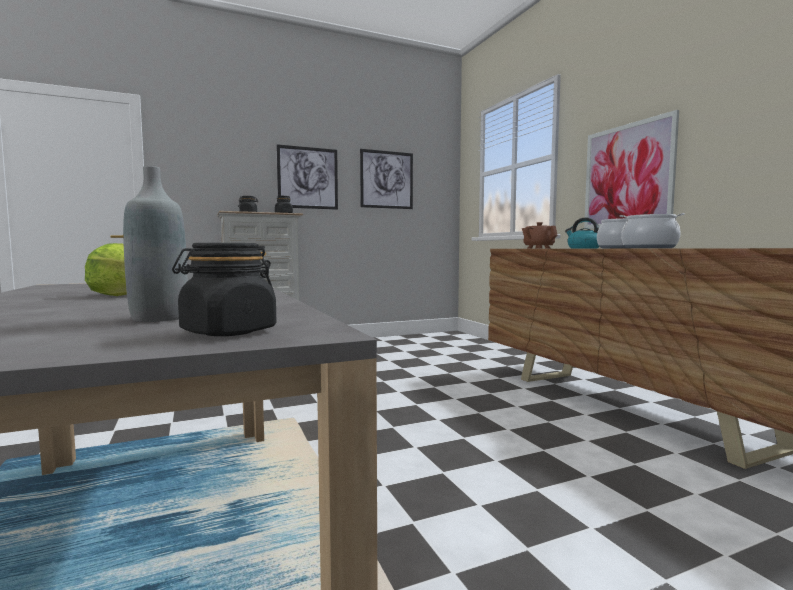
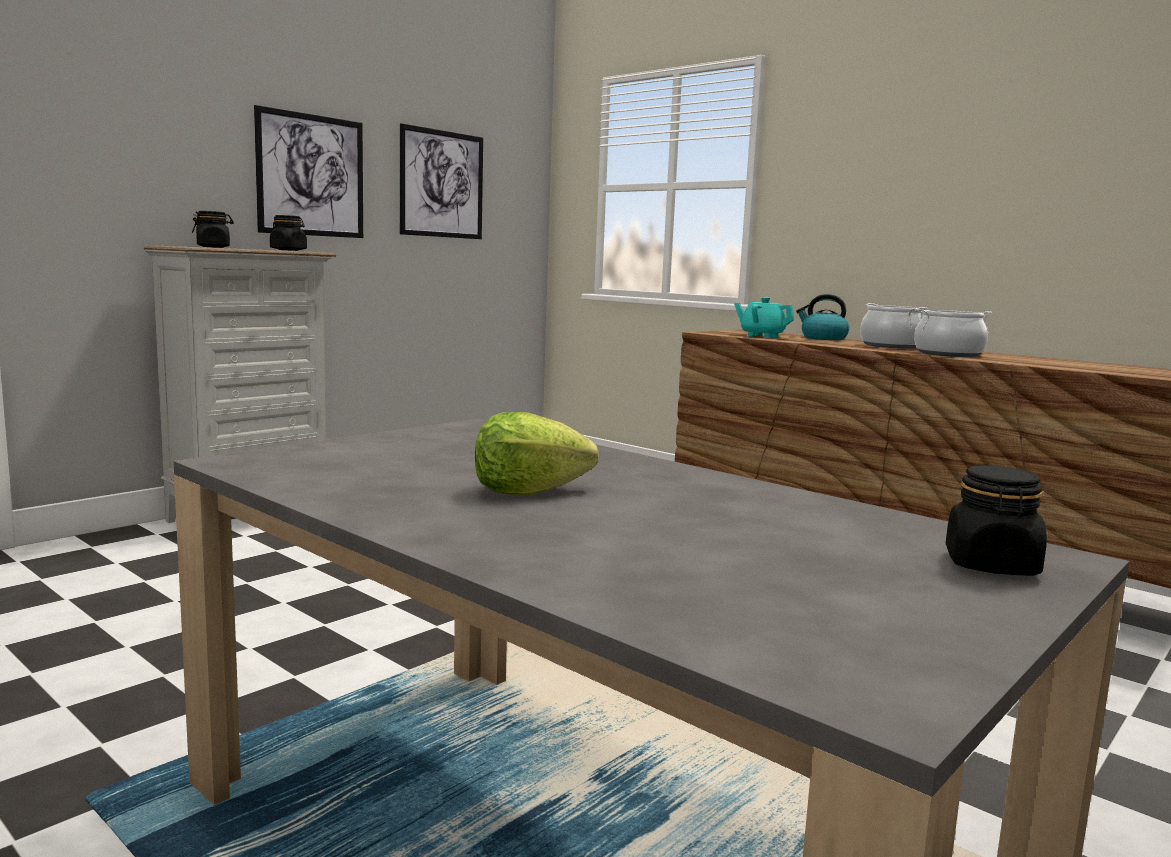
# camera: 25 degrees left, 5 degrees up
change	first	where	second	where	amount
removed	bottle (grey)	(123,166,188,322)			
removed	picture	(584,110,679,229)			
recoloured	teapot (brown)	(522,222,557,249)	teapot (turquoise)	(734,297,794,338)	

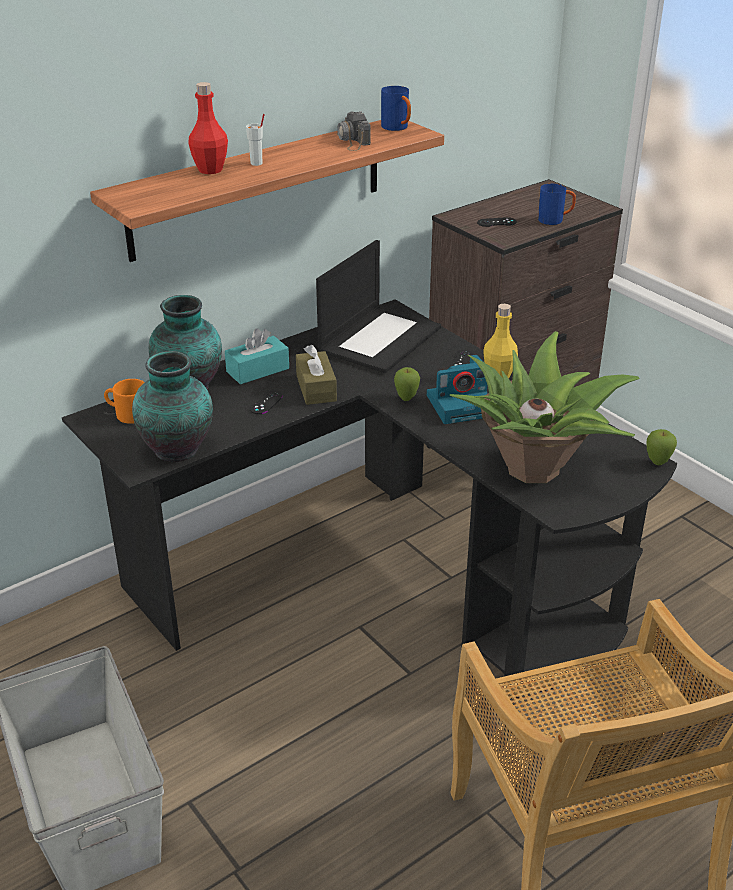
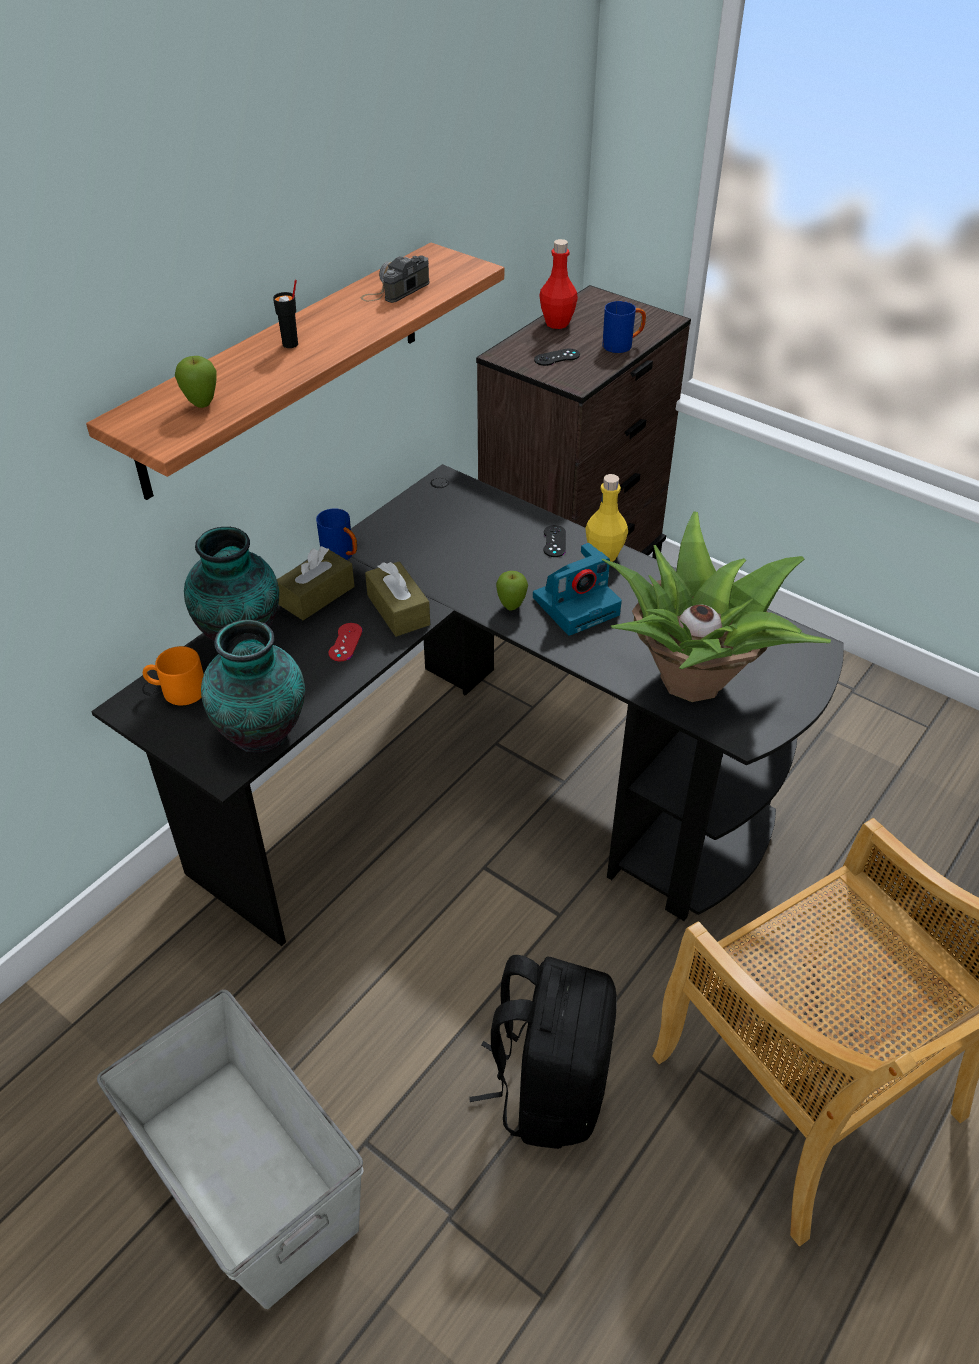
# camera: 15 degrees left, 10 degrees up
change	first	where	second	where	amount
removed	laptop	(316,240,441,373)			
added			backpack (black)	(469,955,617,1149)	
moved	bottle (red)	(188,82,228,174)		(539,239,578,329)	
moved	mug (blue)	(381,86,411,131)		(316,508,357,560)	
moved	apple	(647,429,677,465)		(175,356,217,408)	
recoloured	tissue box (turquoise)	(225,328,289,384)	tissue box (brown)	(277,546,354,620)	
recoloured	cup (white)	(246,114,265,166)	cup (black)	(273,280,298,348)	
recoloured	game controller (black)	(250,391,283,414)	game controller (red)	(328,623,362,661)	
turned	photo camera	(337,111,371,151)		(361,255,430,303)	75 degrees clockwise

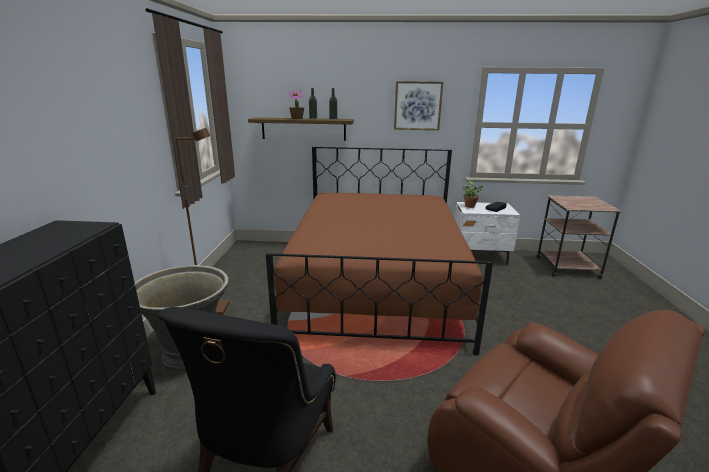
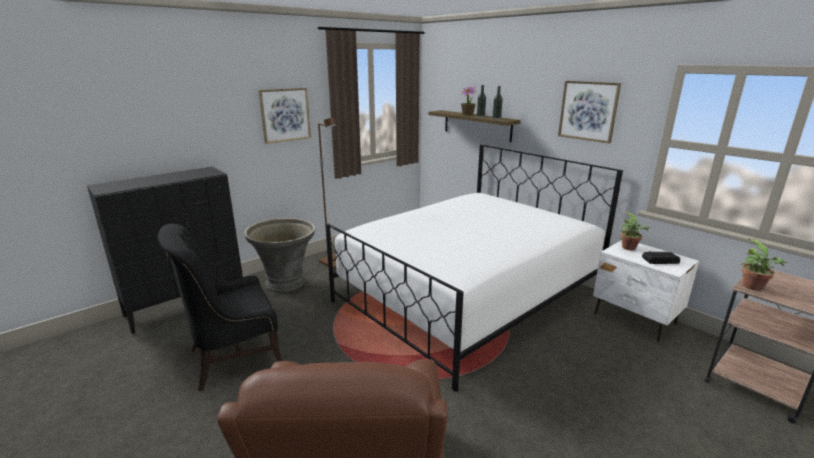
# camera: 45 degrees right, 0 degrees up
change	first	where	second	where	amount
added			picture	(258,88,311,144)	
added			potted plant	(740,239,787,291)	
recoloured	bed (brown)	(266,147,493,355)	bed (white)	(325,144,623,392)	

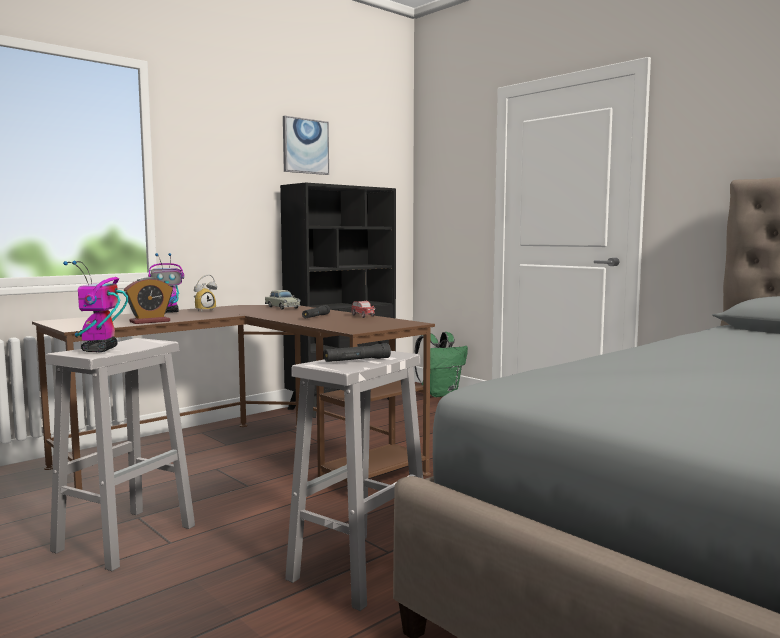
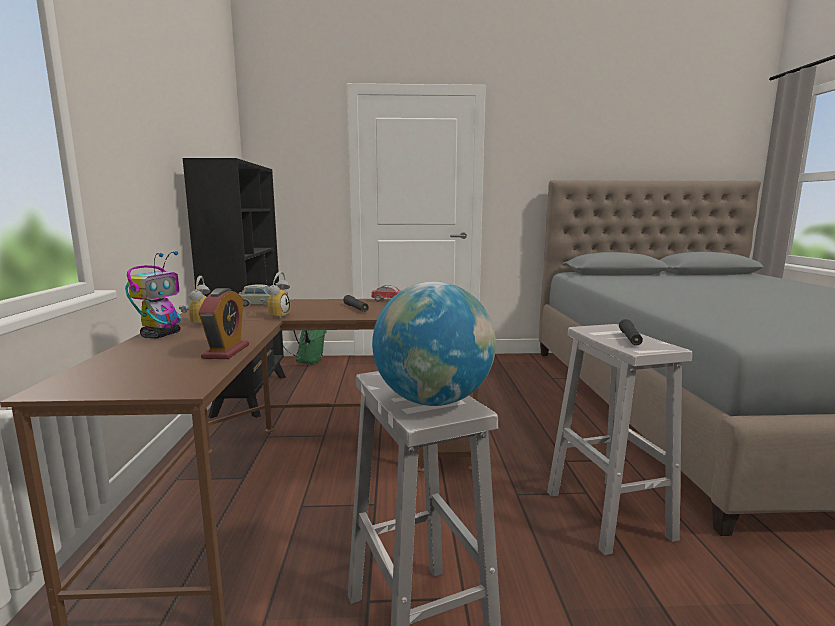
# camera: 50 degrees left, 5 degrees up
change	first	where	second	where	amount
removed	picture	(283,116,329,175)			
added			alarm clock	(260,272,290,319)	
replaced	toy robot	(63,261,128,352)	globe	(372,281,496,406)	

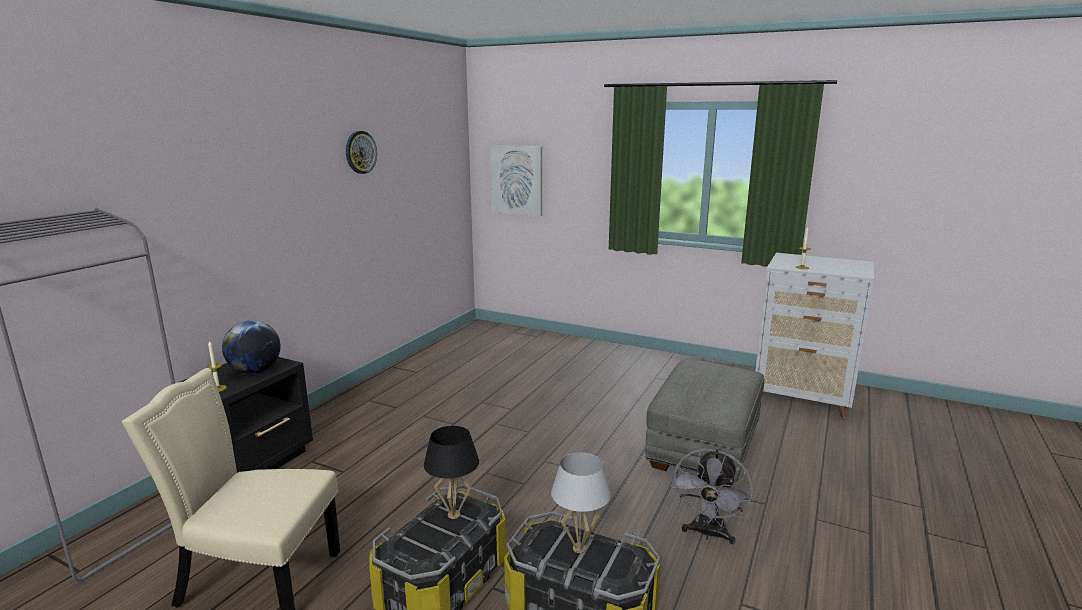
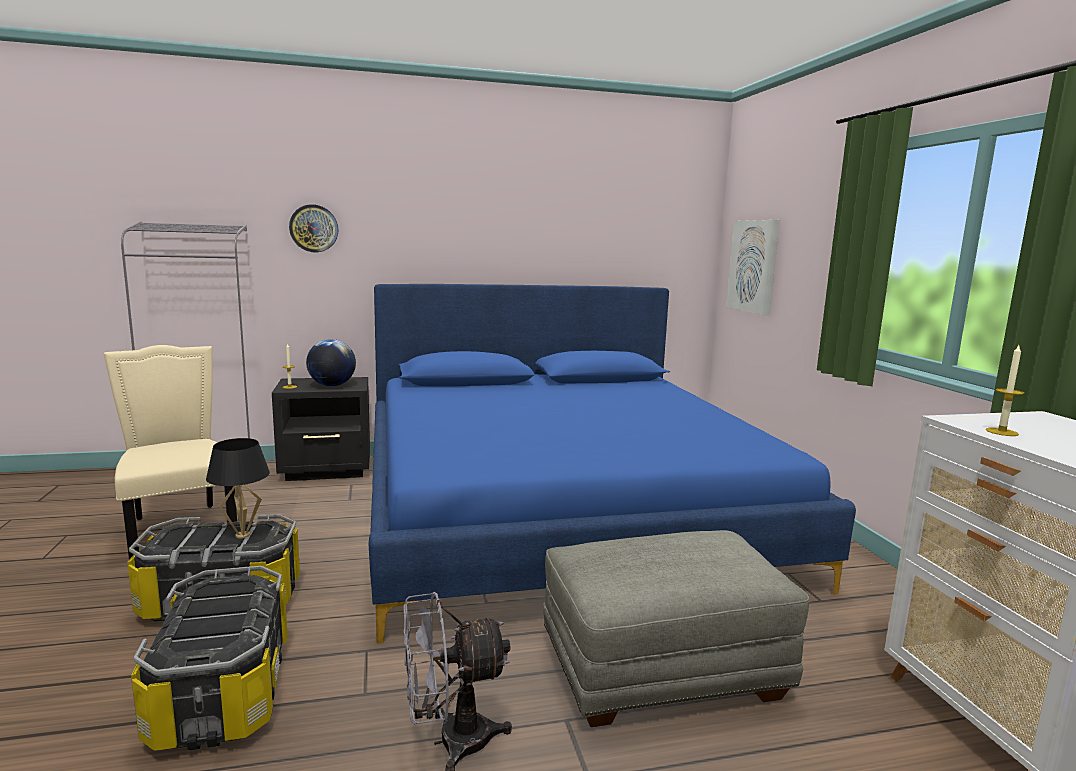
# camera: 50 degrees right, 5 degrees down
change	first	where	second	where	amount
removed	table lamp (white)	(551,452,611,553)			
added			bed (blue)	(369,284,856,643)	
moved	wall clock	(346,131,377,174)		(289,204,339,252)	

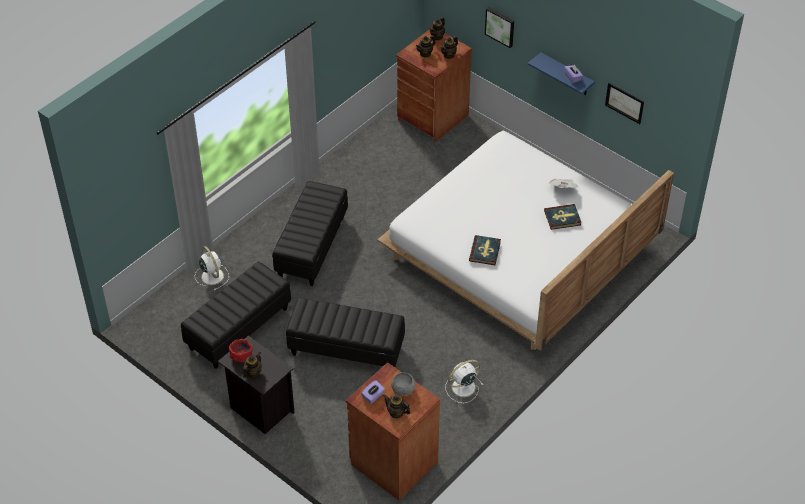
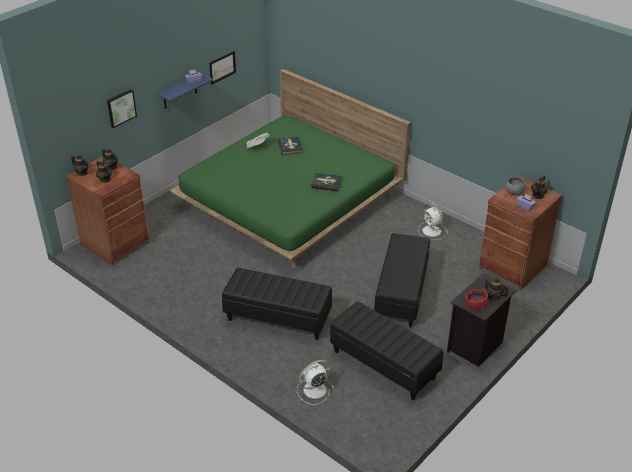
# camera: 90 degrees left, 10 degrees down
change	first	where	second	where	amount
recoloured	bed (white)	(377,131,674,350)	bed (green)	(170,69,411,268)	

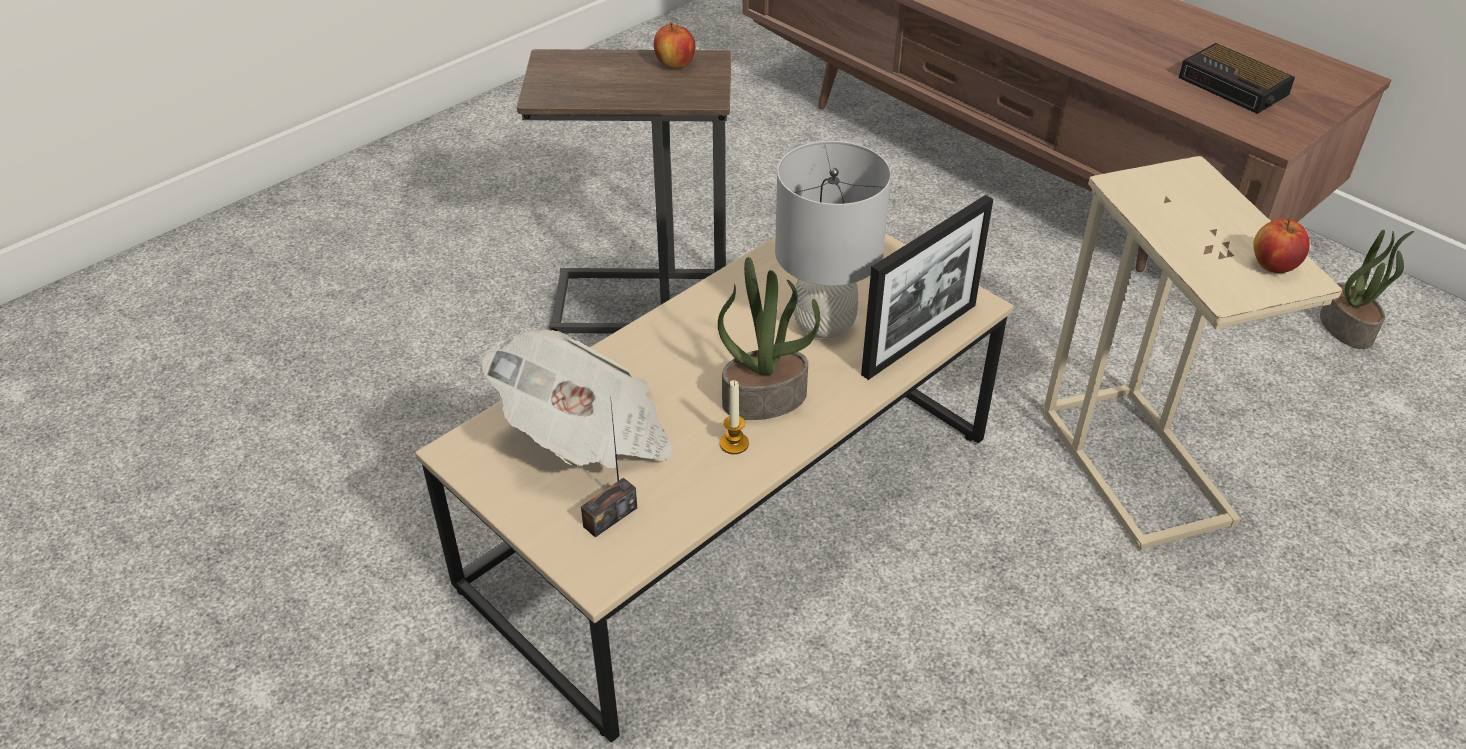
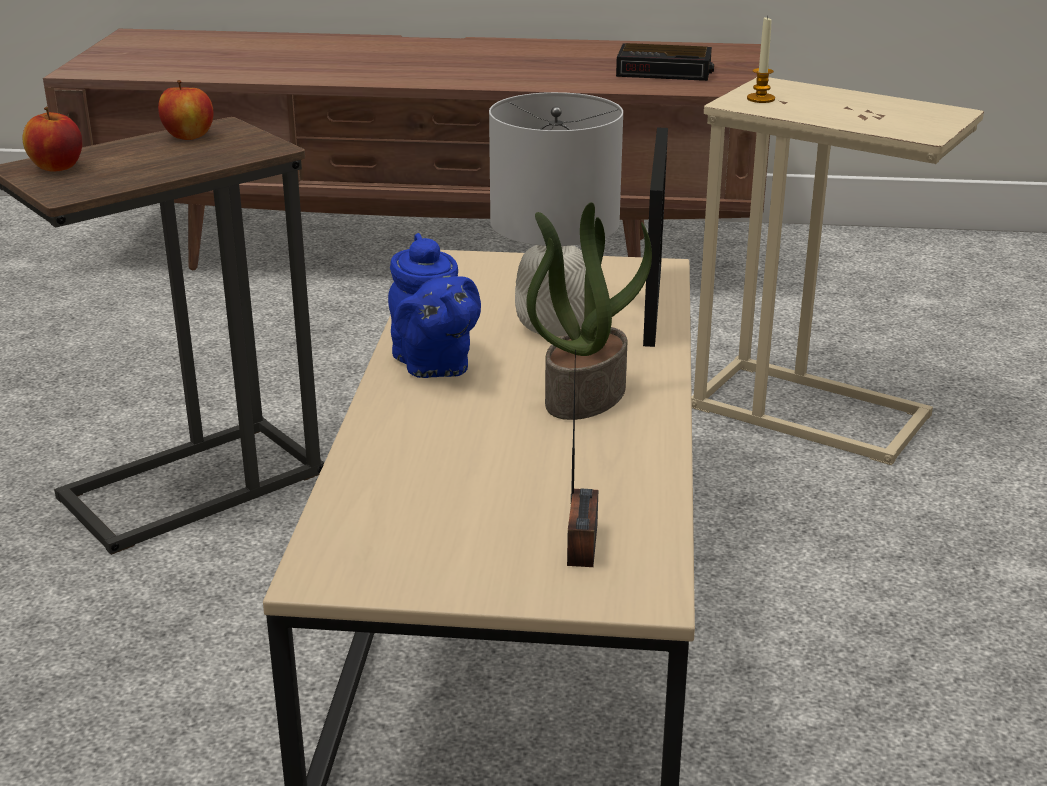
# camera: 40 degrees left, 15 degrees down
change	first	where	second	where	amount
removed	newspaper	(482,330,674,469)			
removed	potted plant	(1320,230,1414,349)			
added			teapot (blue)	(388,233,481,378)	
moved	candle	(720,380,749,454)		(747,17,775,103)	
moved	apple	(1253,218,1310,273)		(22,106,82,172)	

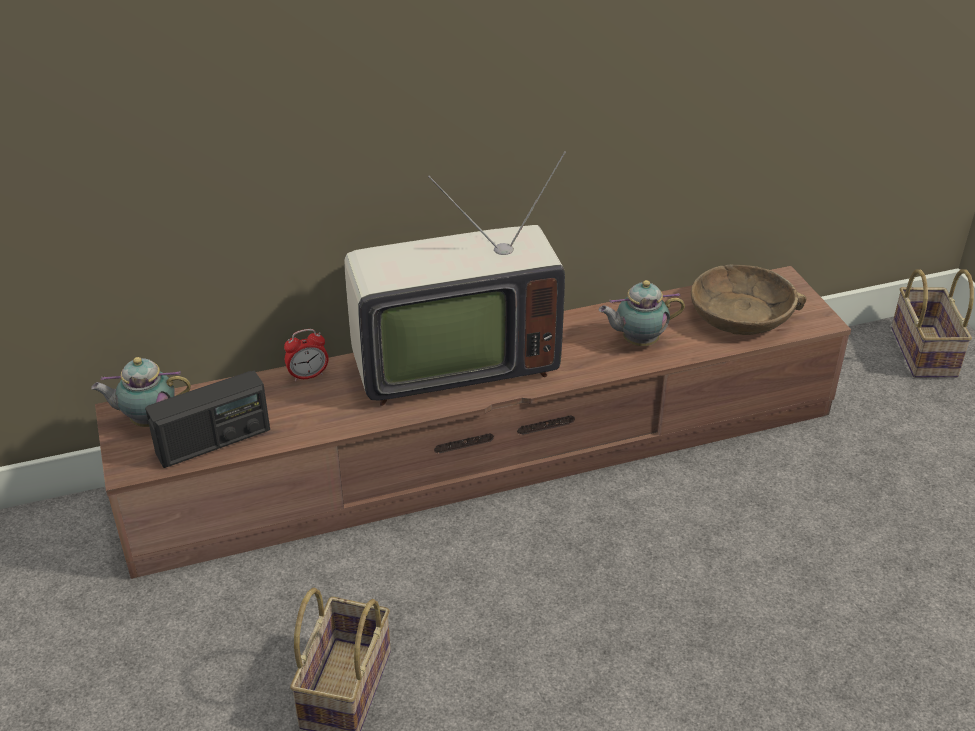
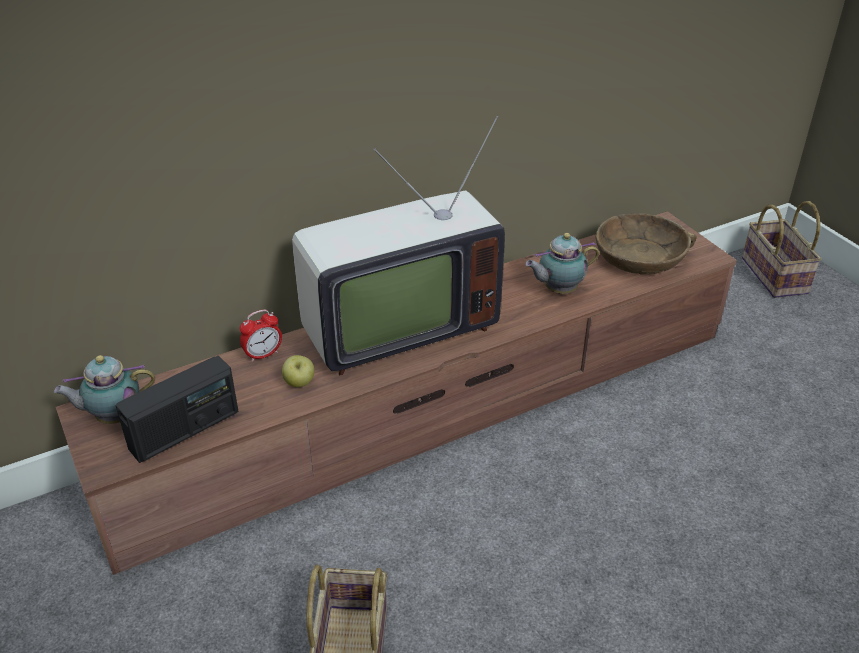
# camera: 10 degrees left, 0 degrees up
change	first	where	second	where	amount
added			apple	(282,355,315,387)	

